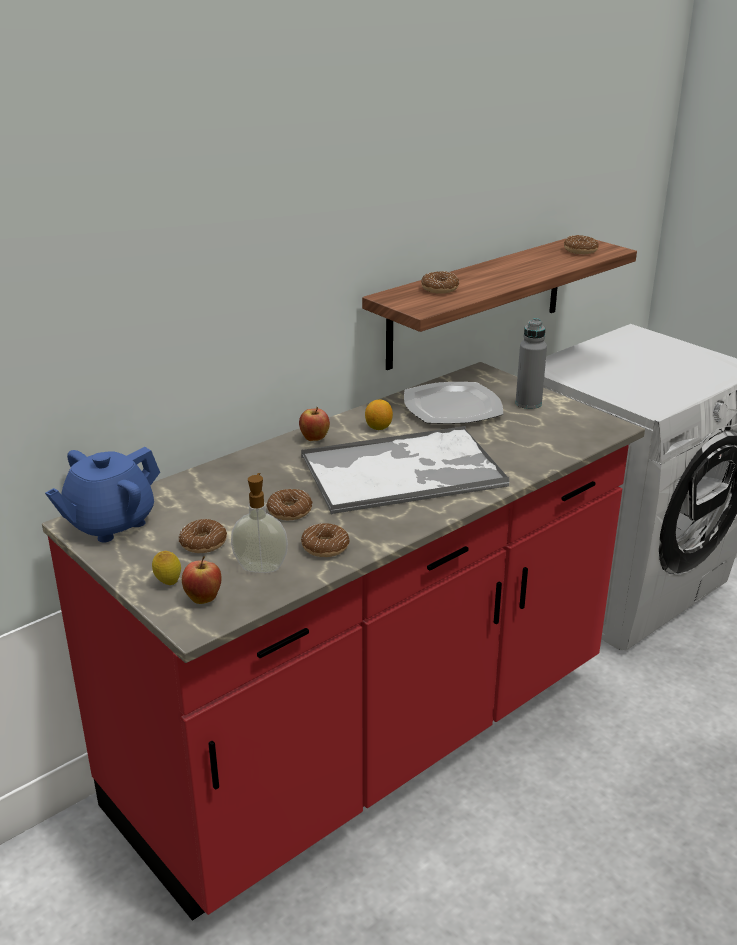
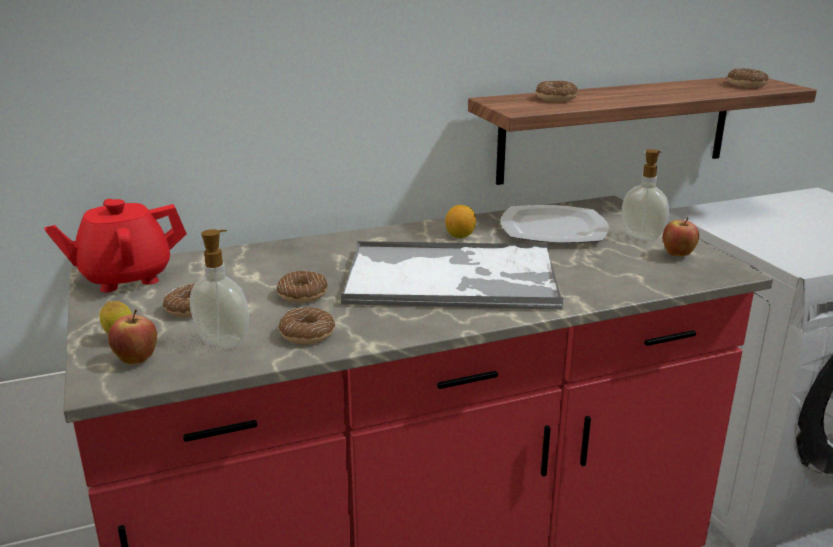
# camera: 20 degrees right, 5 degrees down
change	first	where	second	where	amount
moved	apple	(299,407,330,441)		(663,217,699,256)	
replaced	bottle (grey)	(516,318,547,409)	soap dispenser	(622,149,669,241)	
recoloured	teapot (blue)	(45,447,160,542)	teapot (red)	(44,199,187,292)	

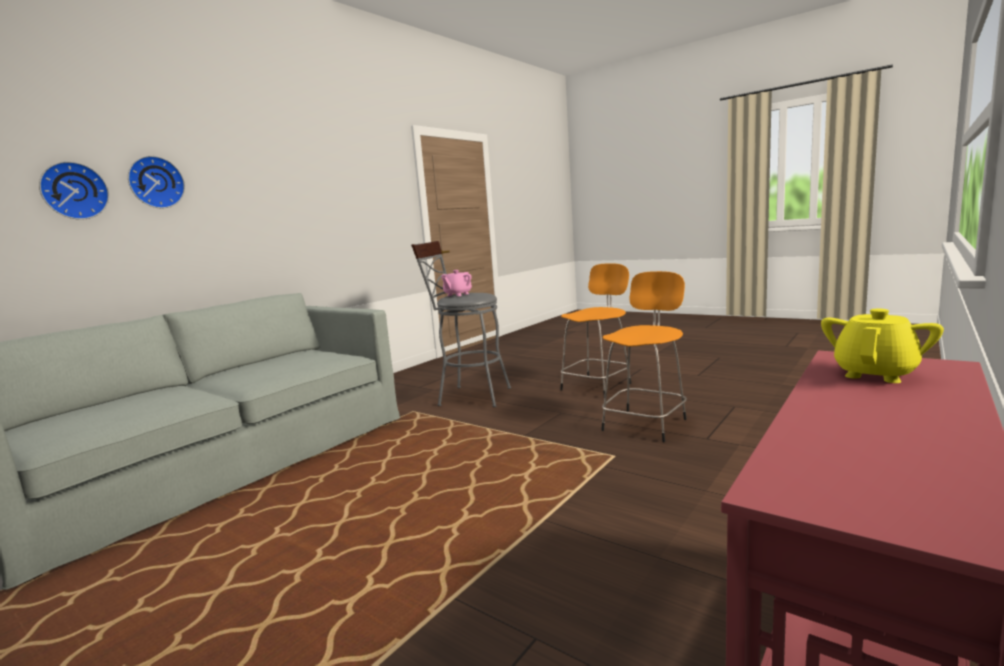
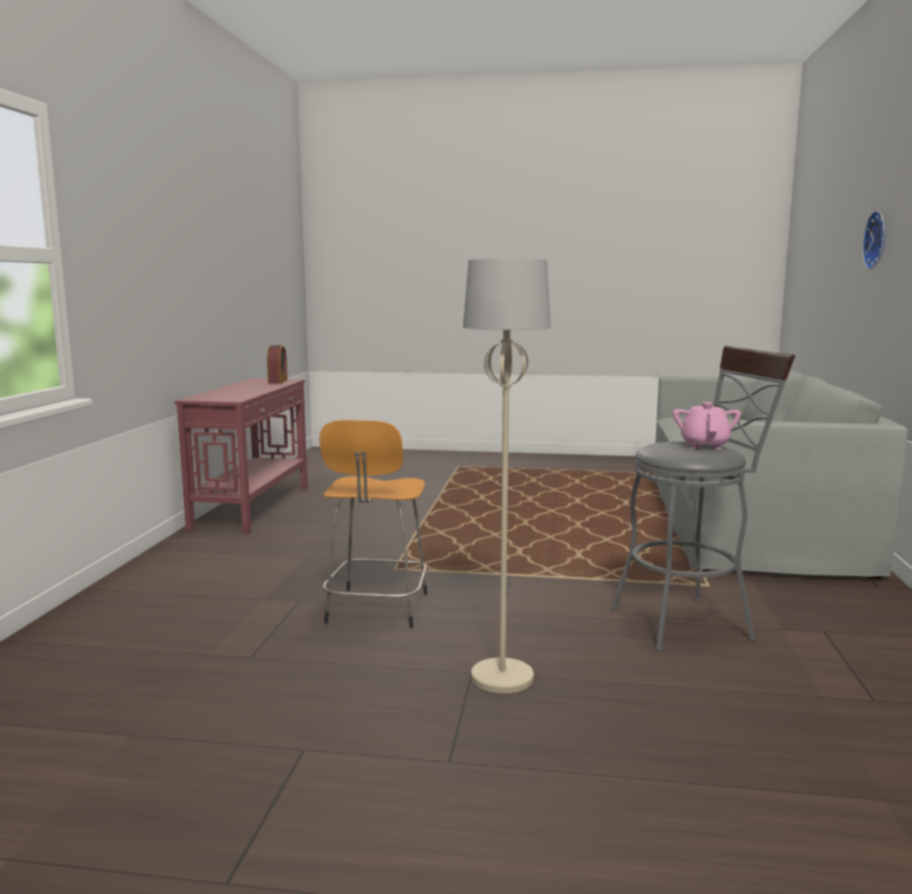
# camera: 150 degrees right, 0 degrees up
change	first	where	second	where	amount
removed	wall clock	(39,161,109,220)			
removed	teapot (yellow)	(821,309,944,383)			
added			alarm clock	(267,344,288,384)	
replaced	stool (orange)	(560,263,631,396)	floor lamp (beige)	(463,259,551,694)	

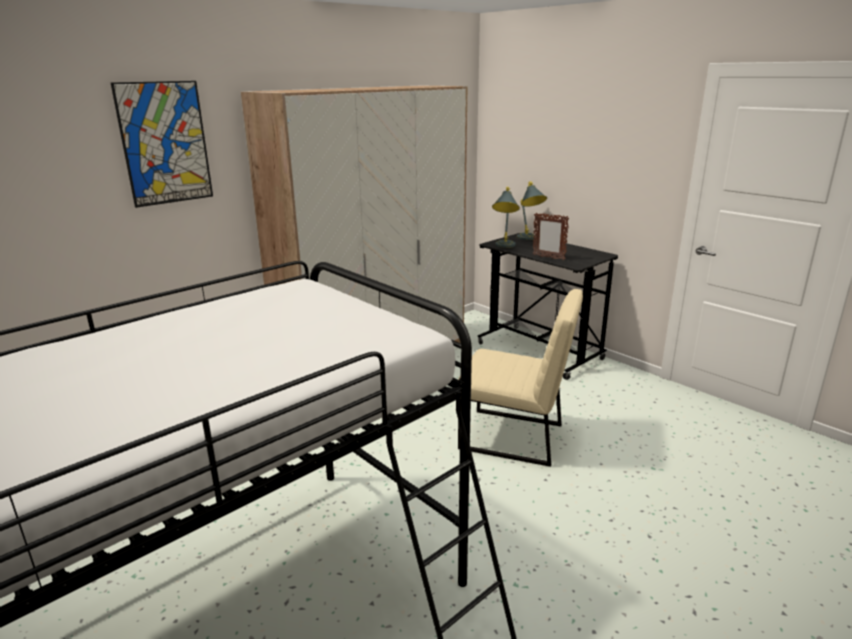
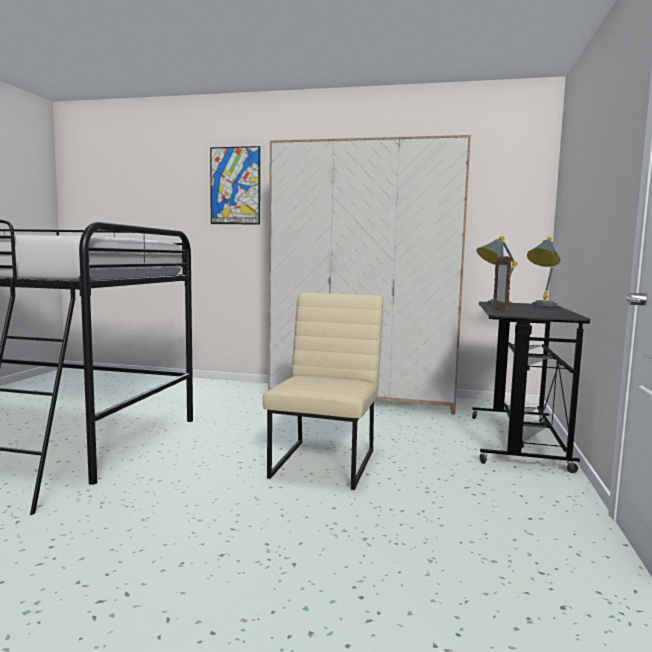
# camera: 55 degrees right, 15 degrees down
change	first	where	second	where	amount
turned	chair (beige)	(458,289,583,467)		(263,293,383,490)	150 degrees counterclockwise

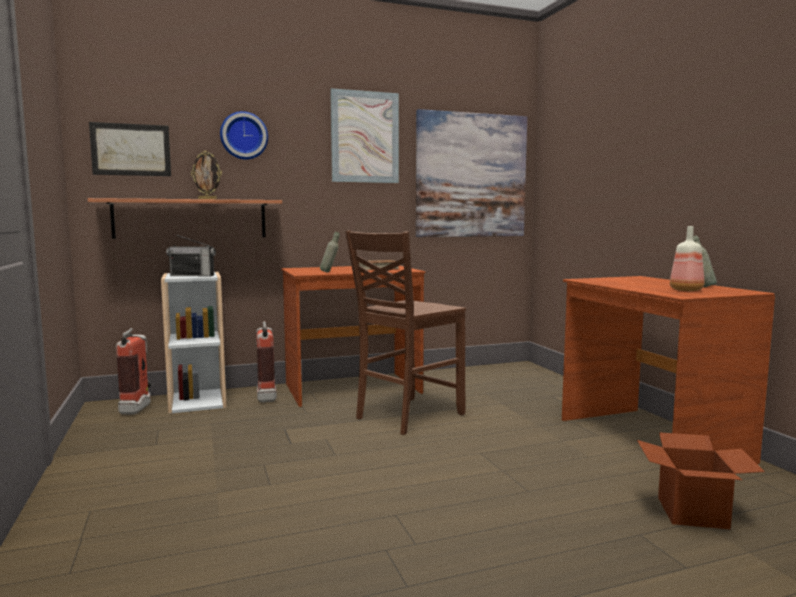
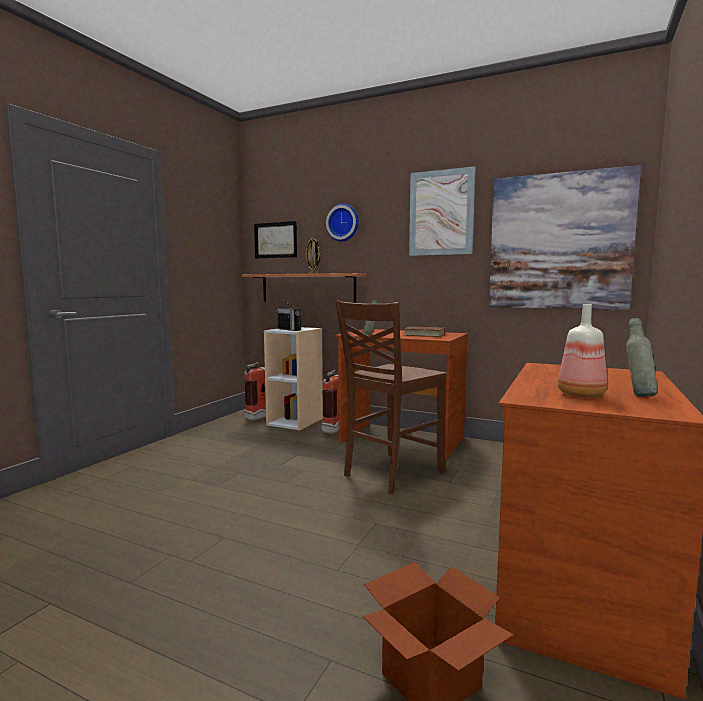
# camera: 45 degrees right, 0 degrees up
change	first	where	second	where	amount
turned	chair (brown)	(345,230,466,435)		(335,300,447,494)	45 degrees counterclockwise

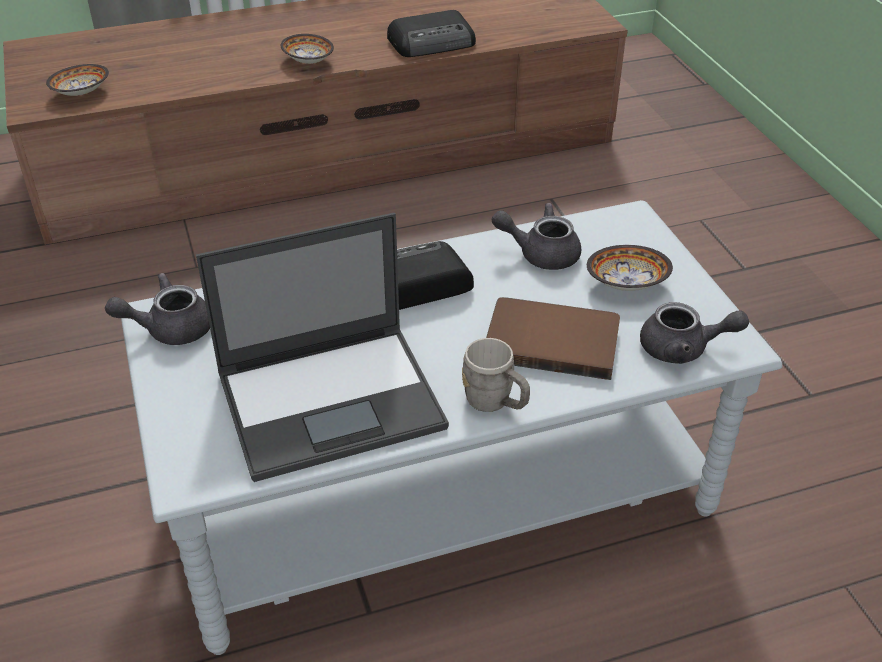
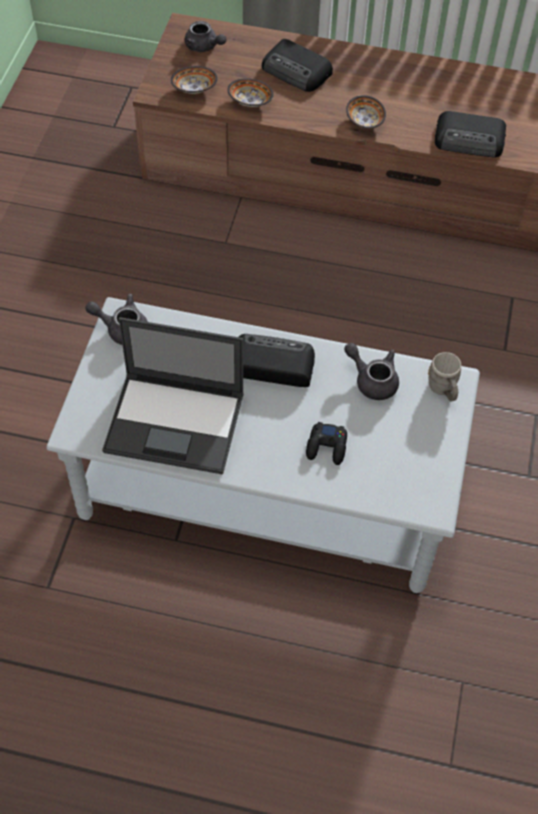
# camera: 30 degrees right, 15 degrees up
change	first	where	second	where	amount
added			radio	(262,39,333,92)	
moved	mug (grey)	(462,338,530,412)		(428,352,461,401)	
moved	bowl	(587,245,673,291)		(227,78,274,107)	
moved	teapot (grey)	(640,302,749,364)		(185,21,227,52)	
replaced	book (brown)	(486,297,620,380)	game controller (black)	(306,422,347,465)	

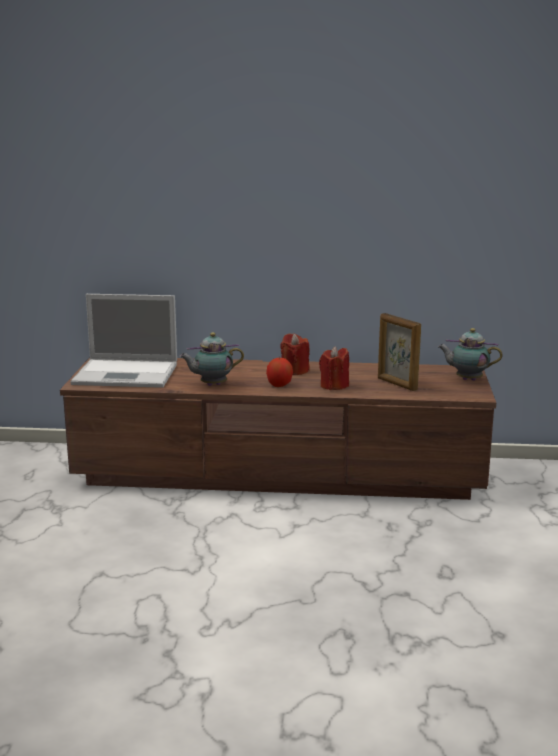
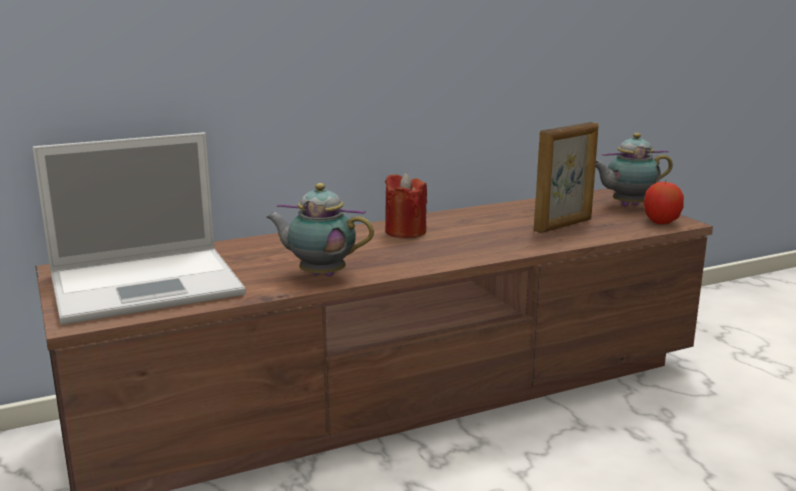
# camera: 30 degrees left, 0 degrees up
change	first	where	second	where	amount
removed	candle (red)	(319,346,349,390)			
moved	apple	(266,357,293,387)		(644,182,684,224)	
turned	teapot	(179,332,244,386)		(266,183,374,277)	60 degrees clockwise
turned	picture frame	(378,313,421,391)		(534,122,598,233)	60 degrees counterclockwise

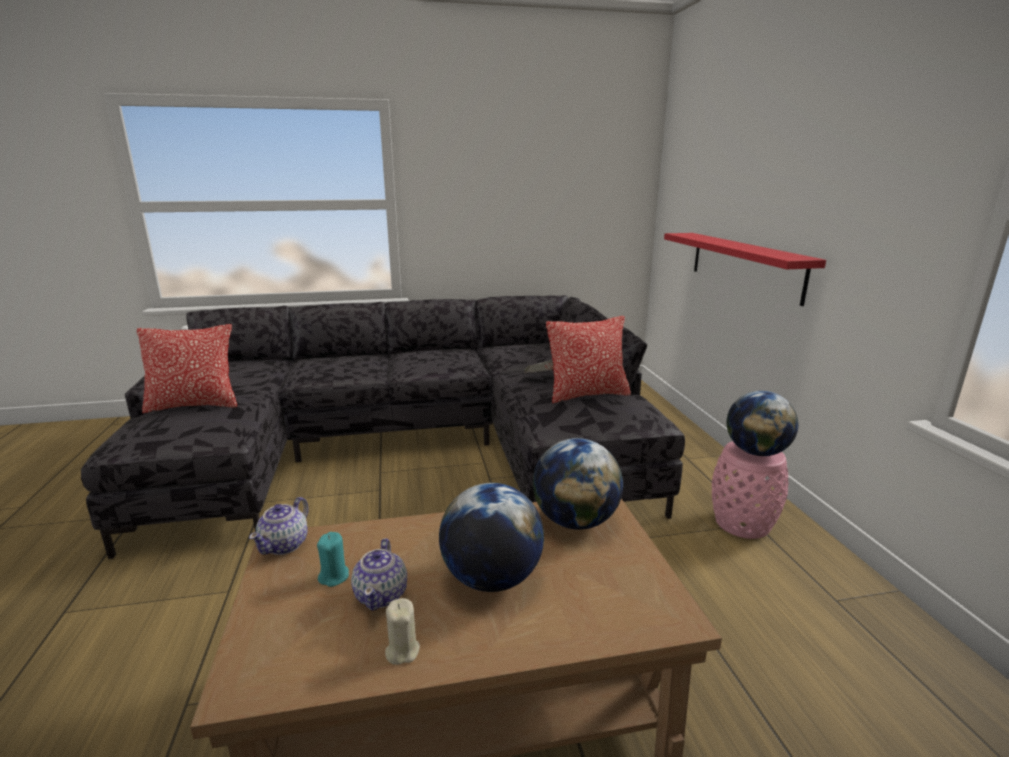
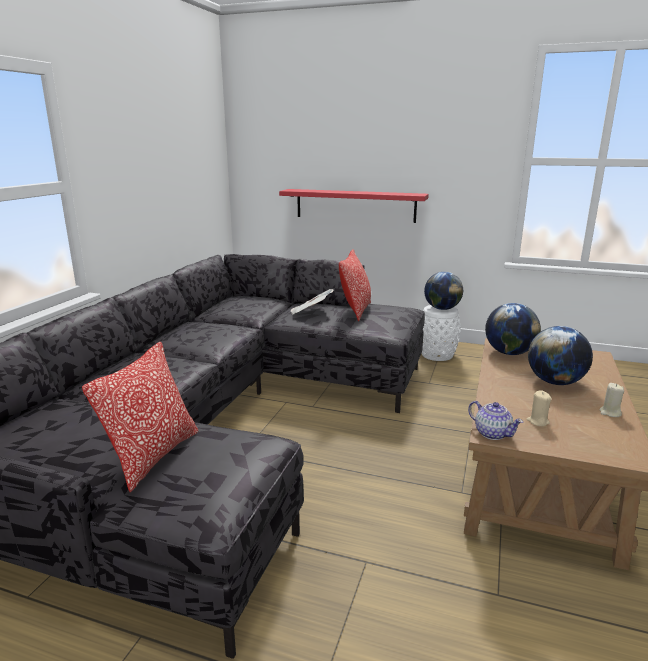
# camera: 60 degrees left, 0 degrees up
change	first	where	second	where	amount
removed	teapot	(351,538,407,611)			
recoloured	candle (turquoise)	(317,532,349,587)	candle (beige)	(527,390,552,426)	
recoloured	stool (pink)	(712,441,788,539)	stool (white)	(422,305,461,361)	

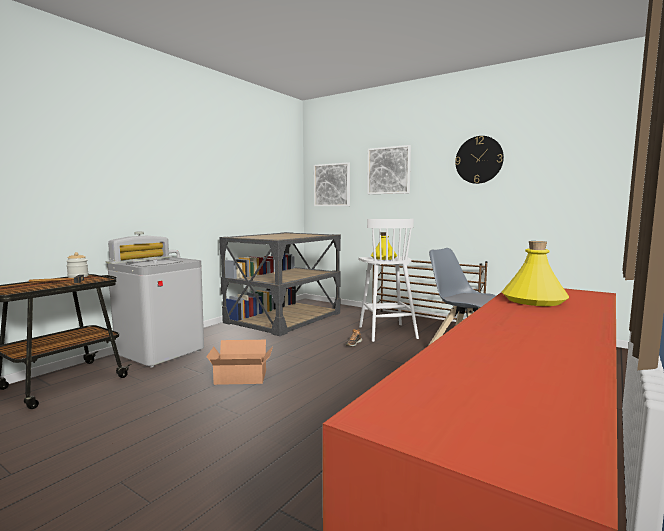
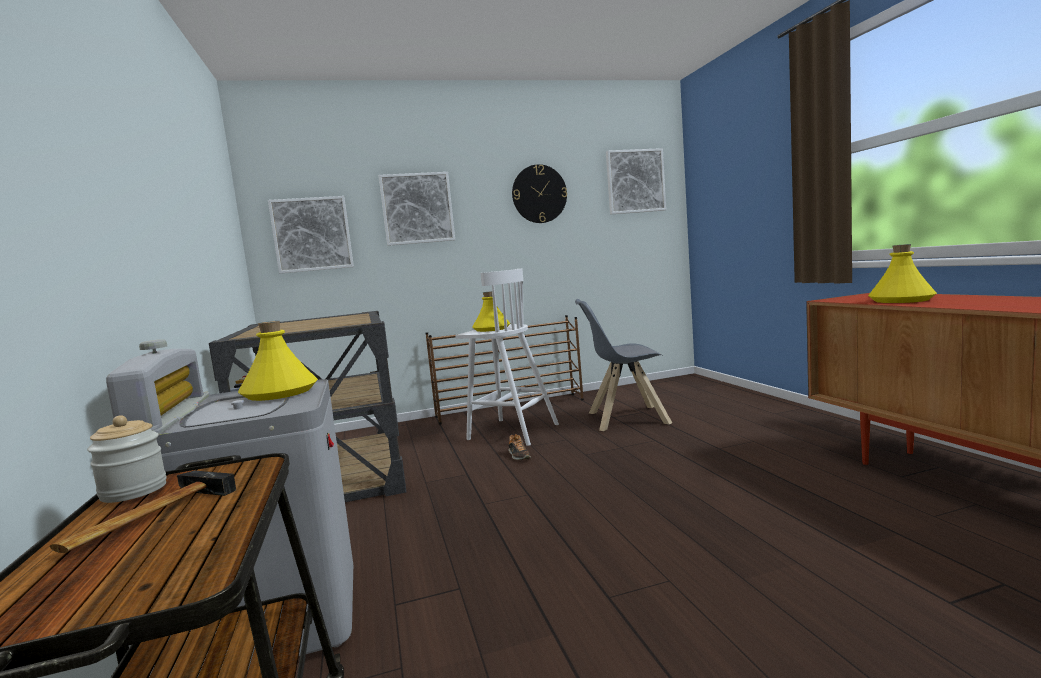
# camera: 50 degrees left, 0 degrees up
change	first	where	second	where	amount
removed	cardboard box	(206,340,273,385)			
added			bottle (yellow)	(238,321,318,401)	
added			picture	(606,148,666,215)	

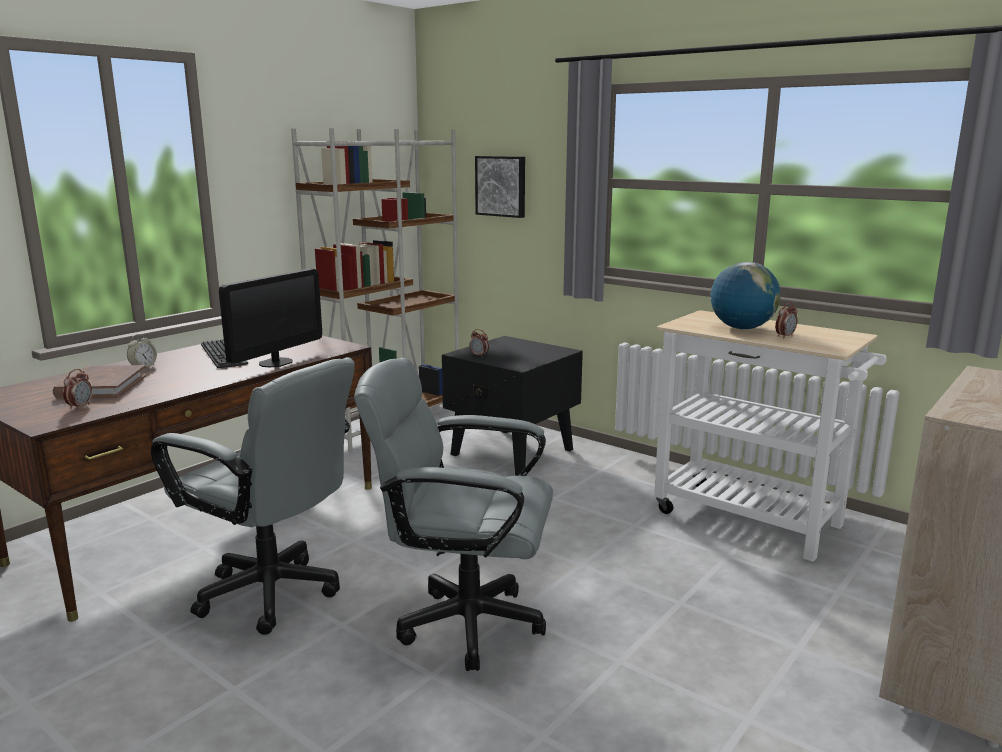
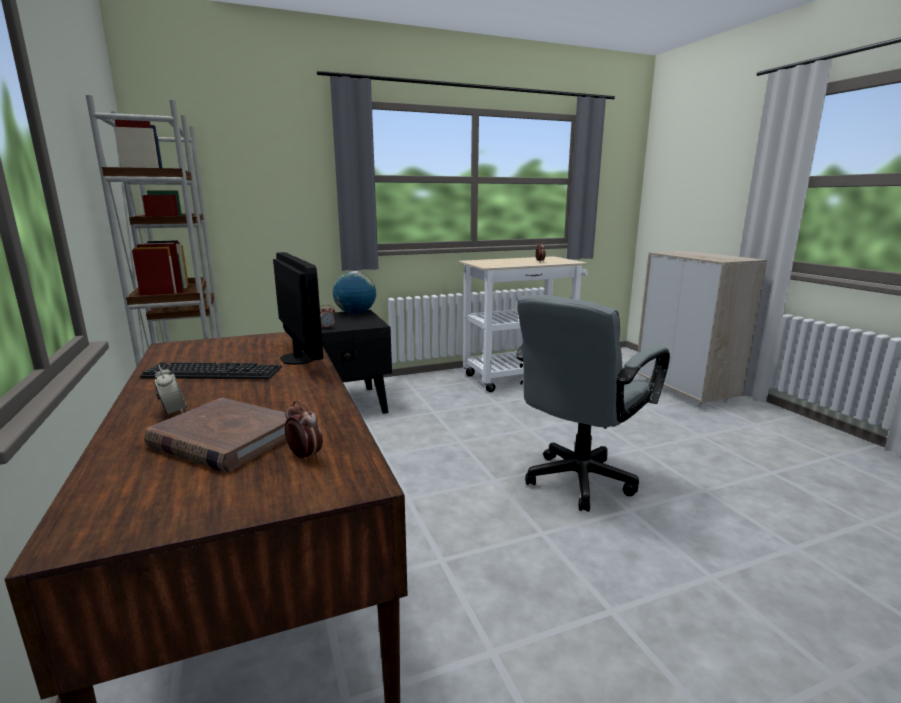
# camera: 60 degrees left, 0 degrees up
change	first	where	second	where	amount
removed	office chair (grey)	(151,357,355,635)			
removed	picture	(475,156,525,218)			
moved	globe	(710,262,780,330)		(333,271,377,314)	

